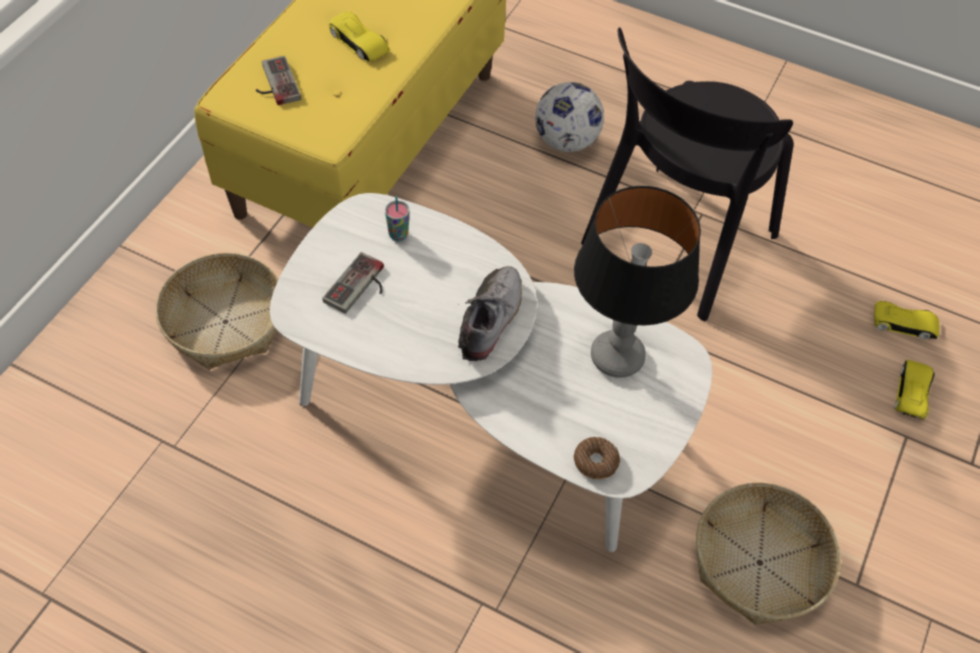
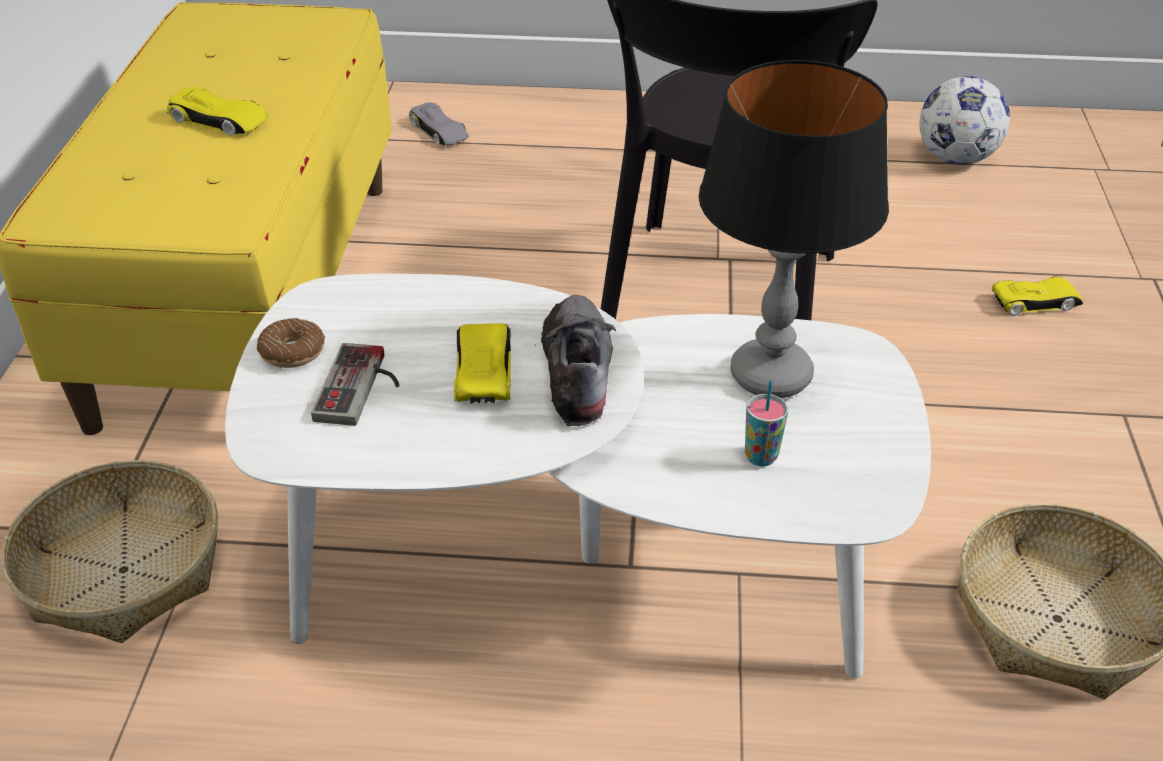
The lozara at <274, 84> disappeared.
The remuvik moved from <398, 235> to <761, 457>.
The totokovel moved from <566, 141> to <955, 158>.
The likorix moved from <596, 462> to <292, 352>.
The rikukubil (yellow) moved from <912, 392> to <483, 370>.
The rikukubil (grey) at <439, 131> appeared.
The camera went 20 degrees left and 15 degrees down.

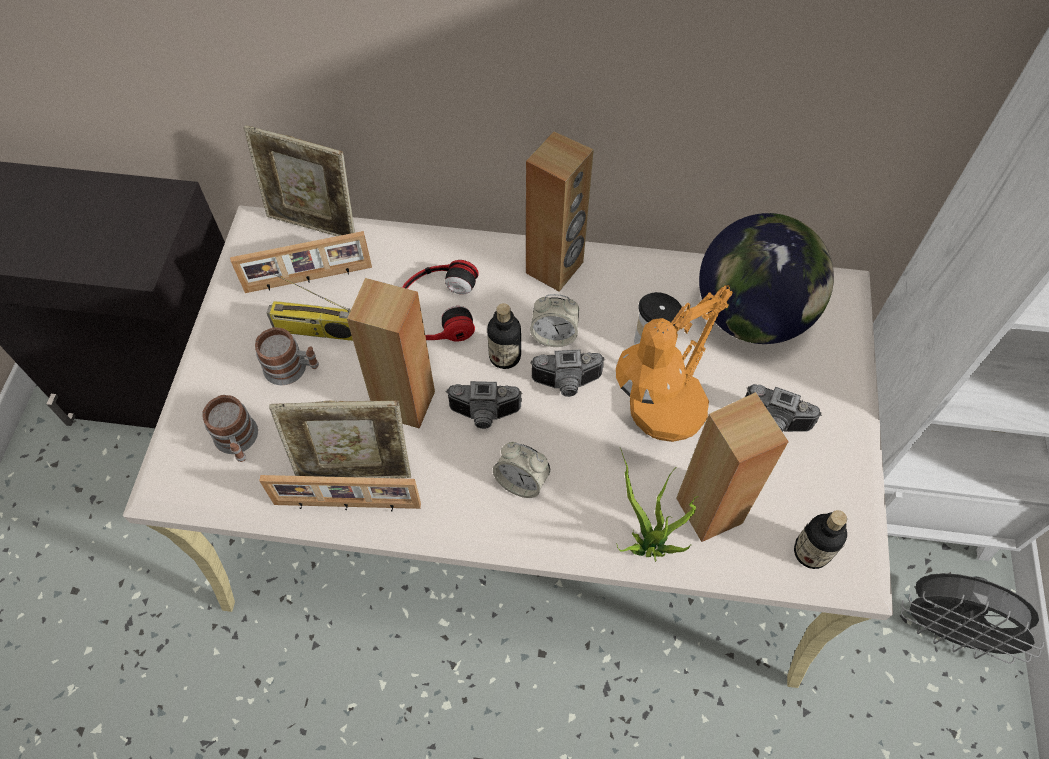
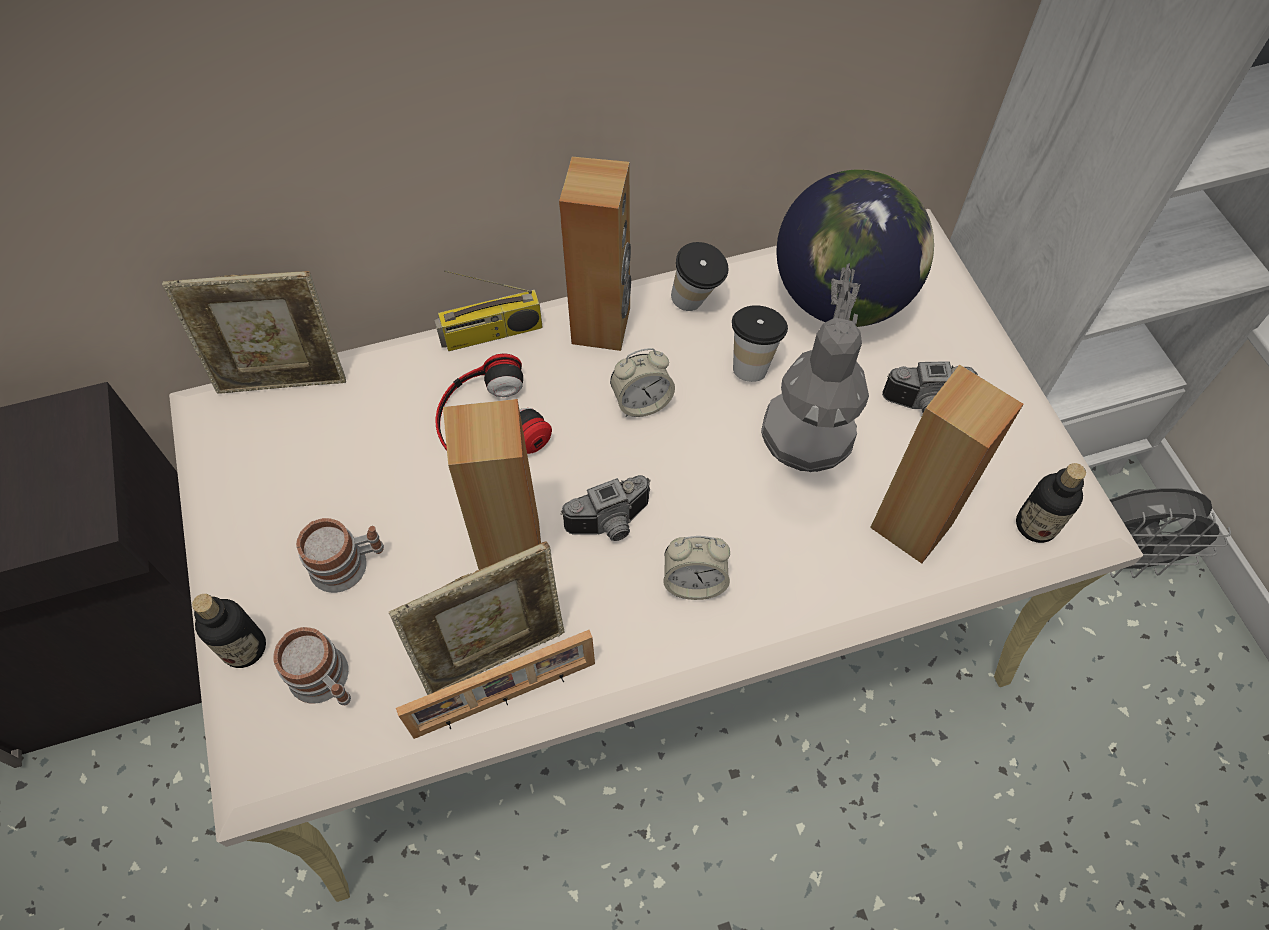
The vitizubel at <309, 279> disappeared.
The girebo moved from <315, 331> to <491, 334>.
The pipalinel moved from <505, 356> to <244, 647>.
The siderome at <567, 385> disappeared.
The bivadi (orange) at <657, 419> became the bivadi (grey) at <804, 449>.
The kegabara at <647, 547> disappeared.
The remuvik at <697, 303> appeared.
The camera went 25 degrees left and 0 degrees up.

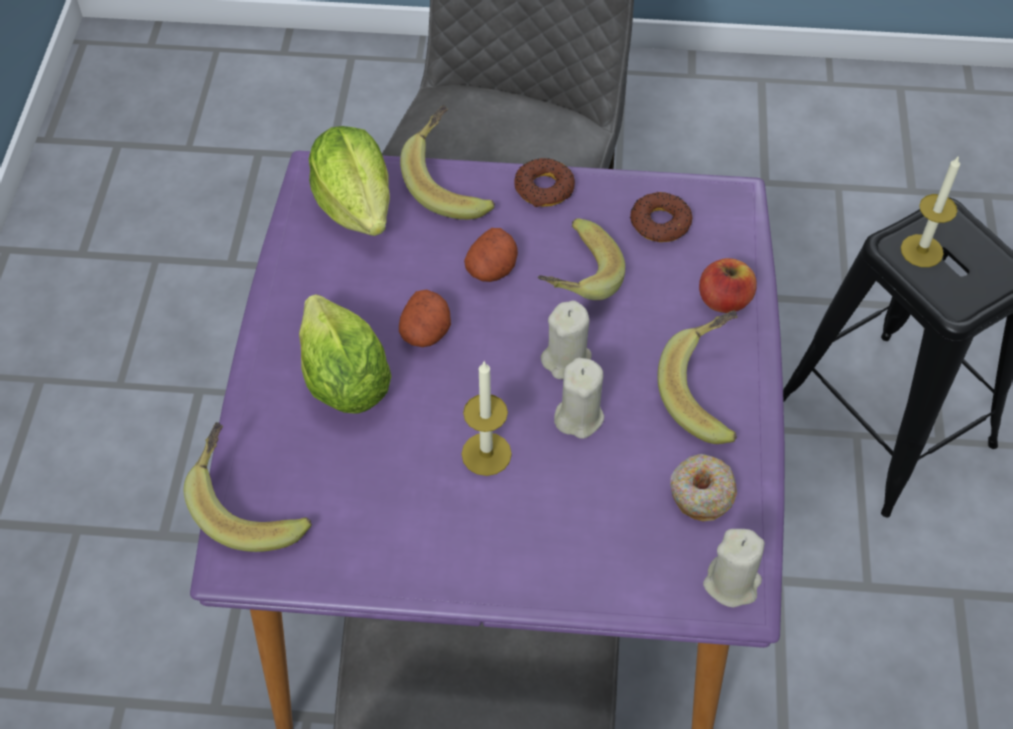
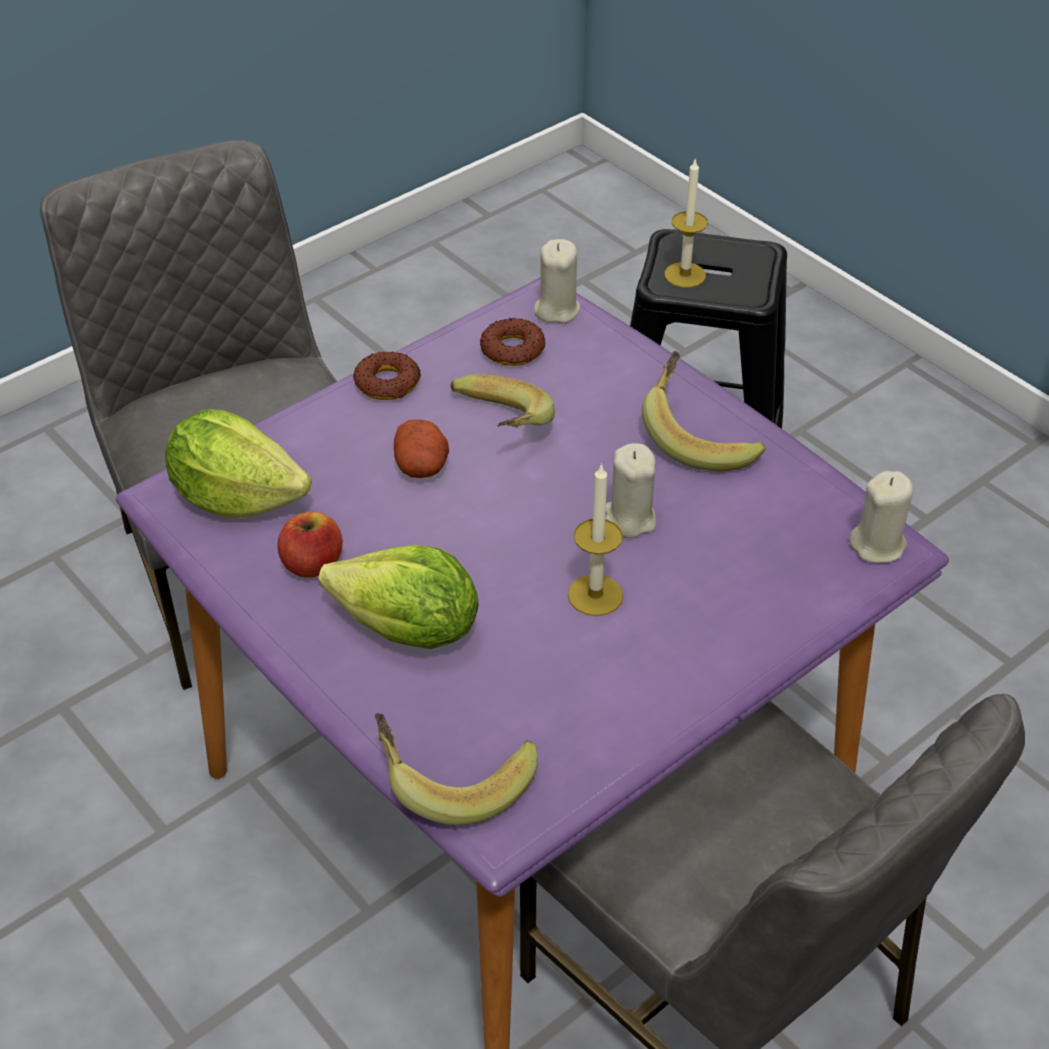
The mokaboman at <426, 332> disappeared.
The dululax at <452, 182> disappeared.
The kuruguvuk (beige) moved from <566, 360> to <556, 309>.
The likorix at <701, 493> disappeared.
The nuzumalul moved from <724, 300> to <312, 564>.
The camera went 45 degrees left and 10 degrees down.

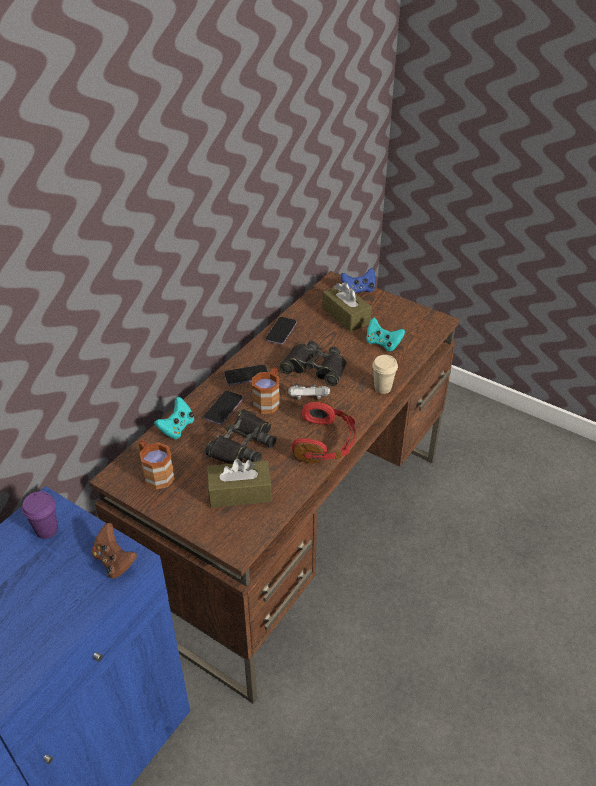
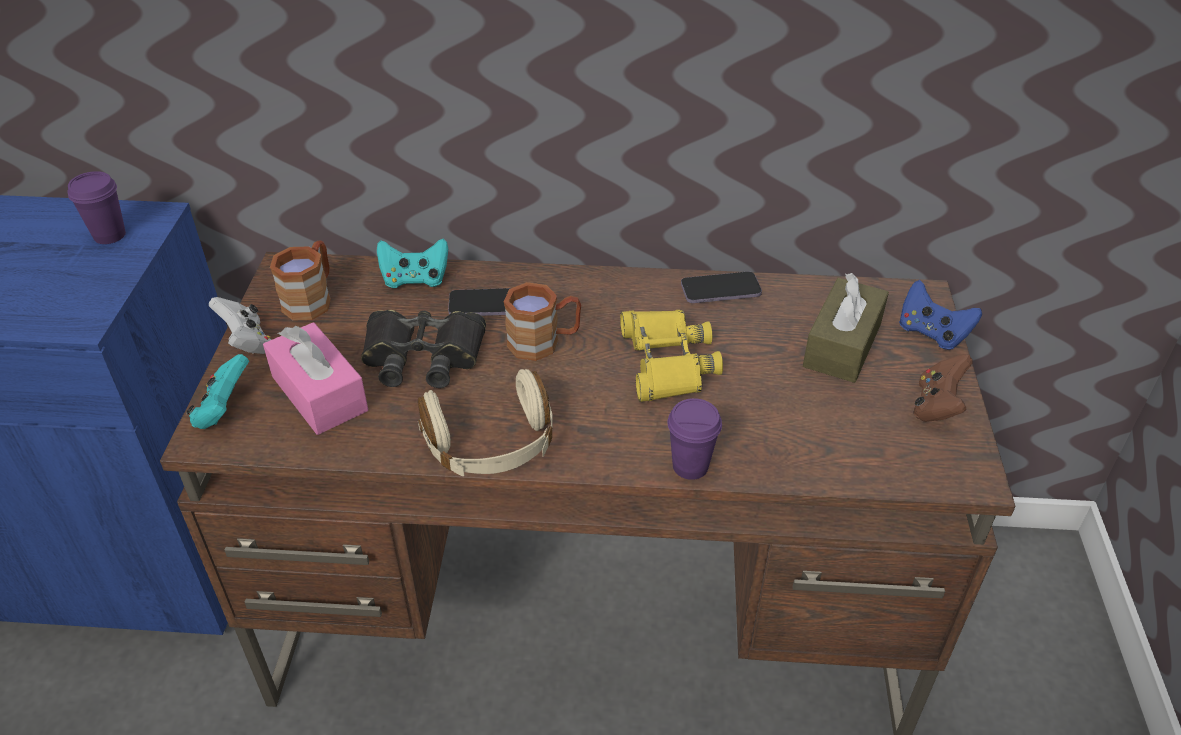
The lozara (brown) moved from <114, 561> to <936, 406>.
The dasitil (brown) at <240, 492> became the dasitil (pink) at <319, 393>.
The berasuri at <246, 376> disappeared.
The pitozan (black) at <315, 368> became the pitozan (yellow) at <666, 362>.
The lozara (white) moved from <308, 400> to <247, 343>.
The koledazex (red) at <325, 442> became the koledazex (beige) at <491, 445>.
The lozara (turquoise) moved from <383, 343> to <223, 410>.
The remuvik (beige) at <382, 388> became the remuvik (purple) at <690, 466>.
The camera went 60 degrees right and 0 degrees up.

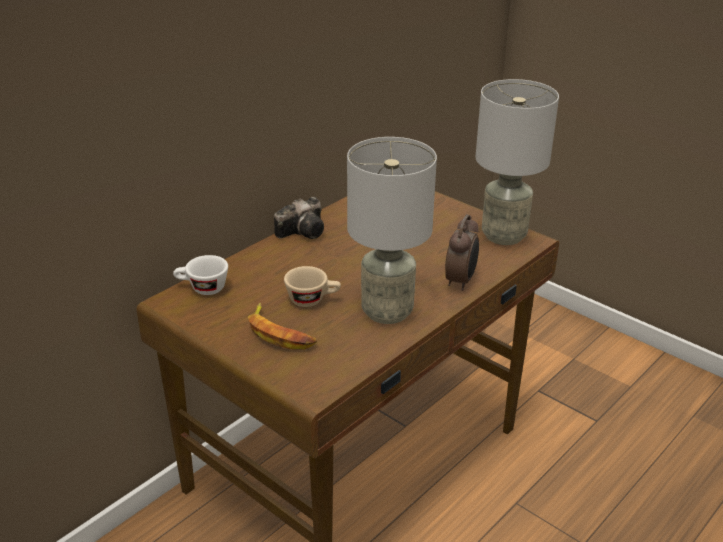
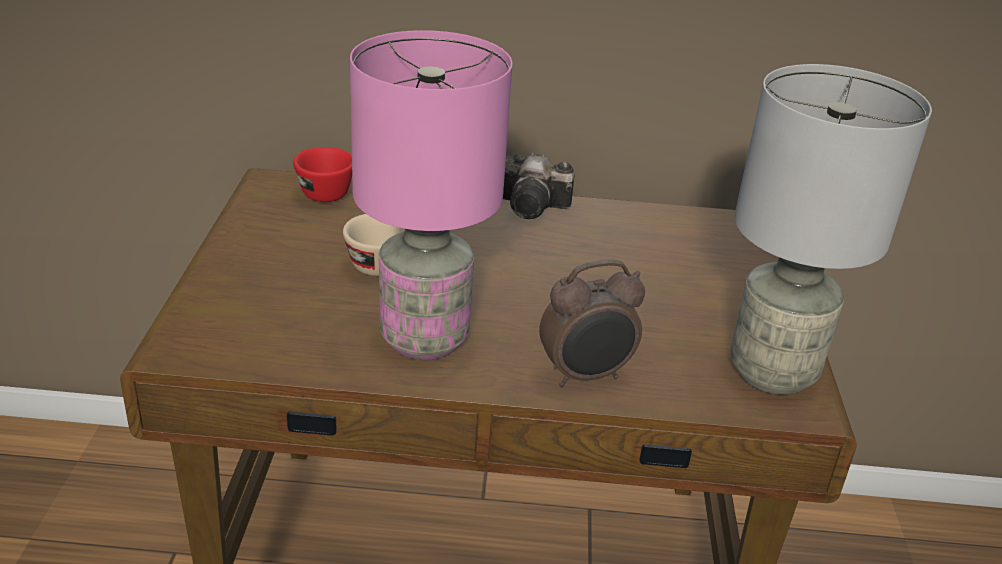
The remuvik (white) at <202, 288> became the remuvik (red) at <320, 191>.
The dululax at <280, 333> disappeared.
The bivadi (grey) at <387, 312> became the bivadi (pink) at <423, 340>.
The camera went 50 degrees right and 0 degrees up.

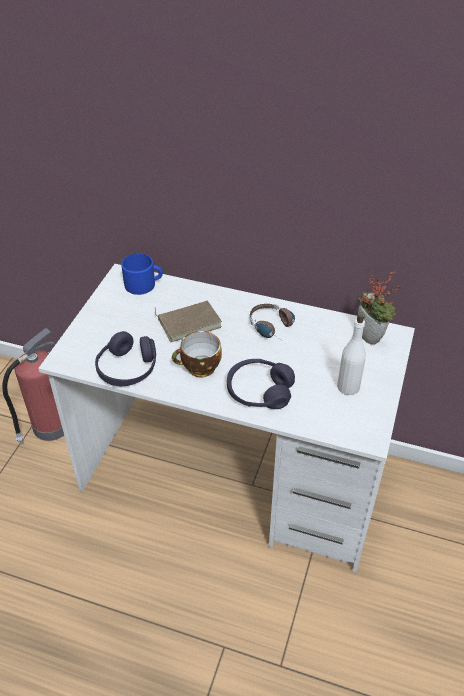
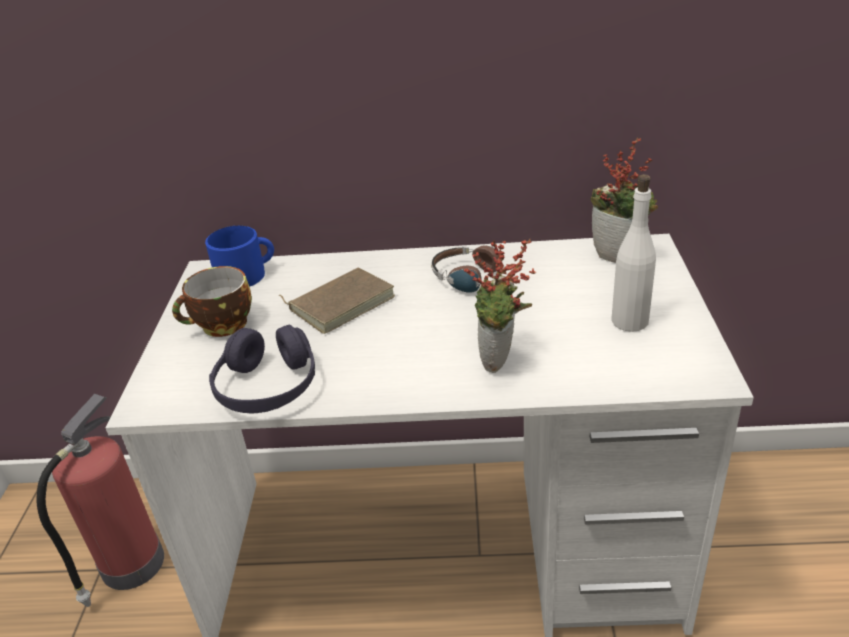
The remuvik moved from <199, 368> to <222, 326>.
The koledazex (purple) at <259, 391> was replaced by the kegabara at <501, 362>.
The camera went 15 degrees left and 10 degrees down.

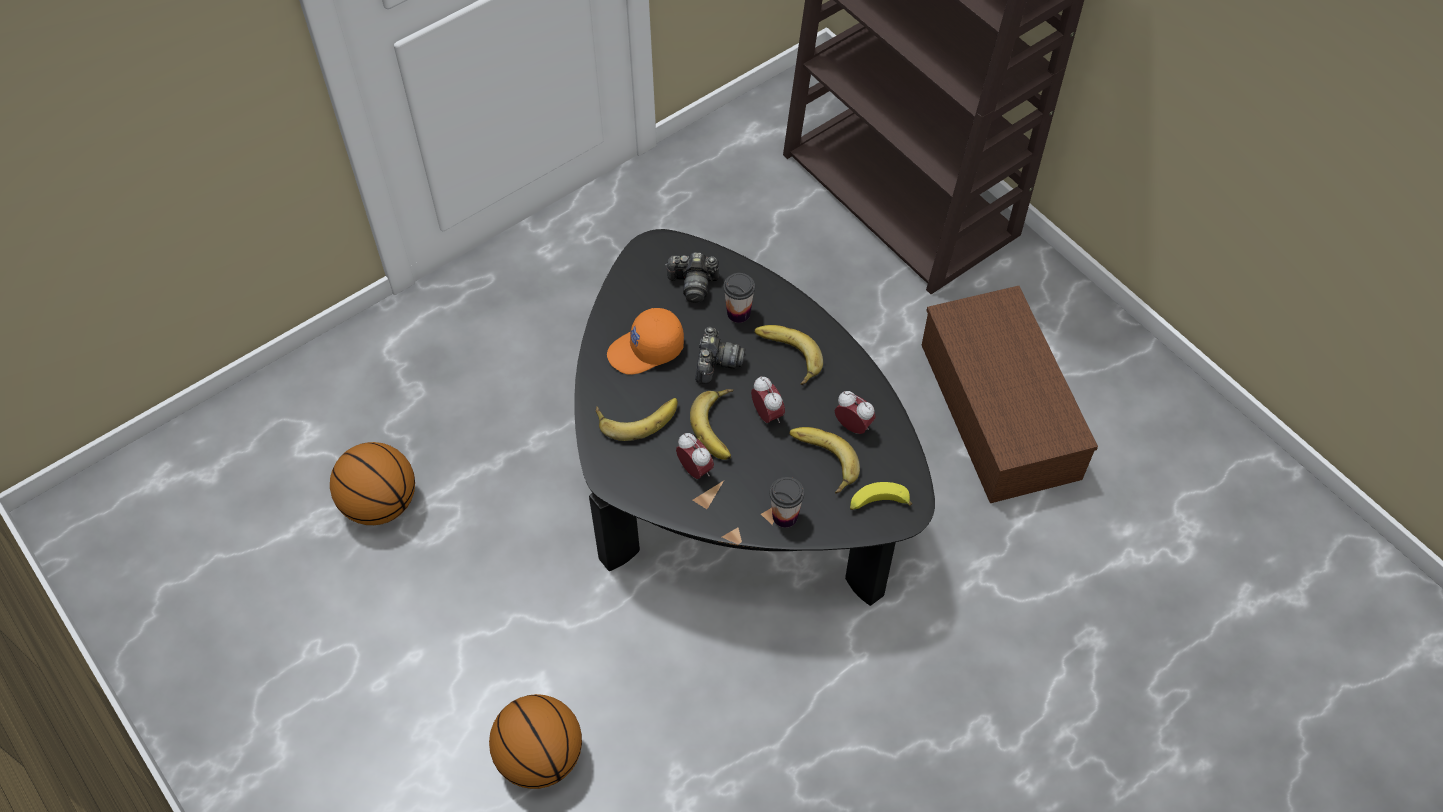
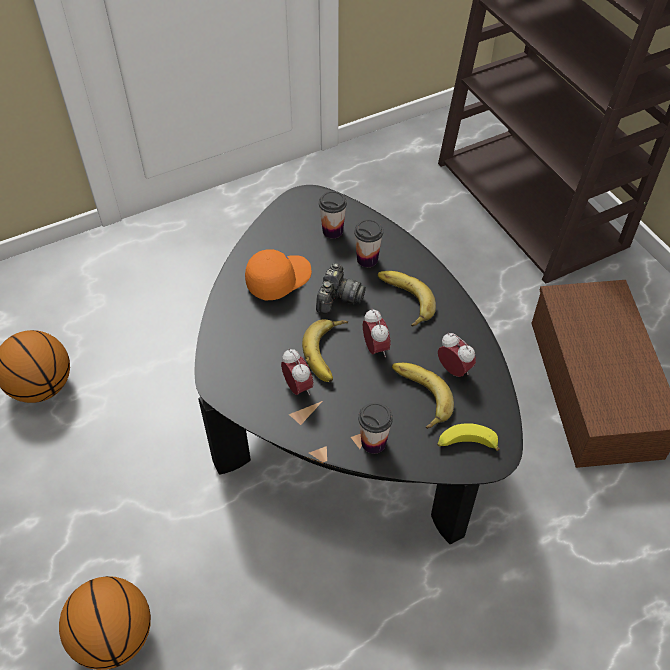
The dululax at <637, 416> disappeared.
The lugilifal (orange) at <646, 350> turned 150 degrees clockwise.
The siderome at <693, 284> was replaced by the remuvik at <332, 231>.
The camera went 10 degrees right and 5 degrees down.

